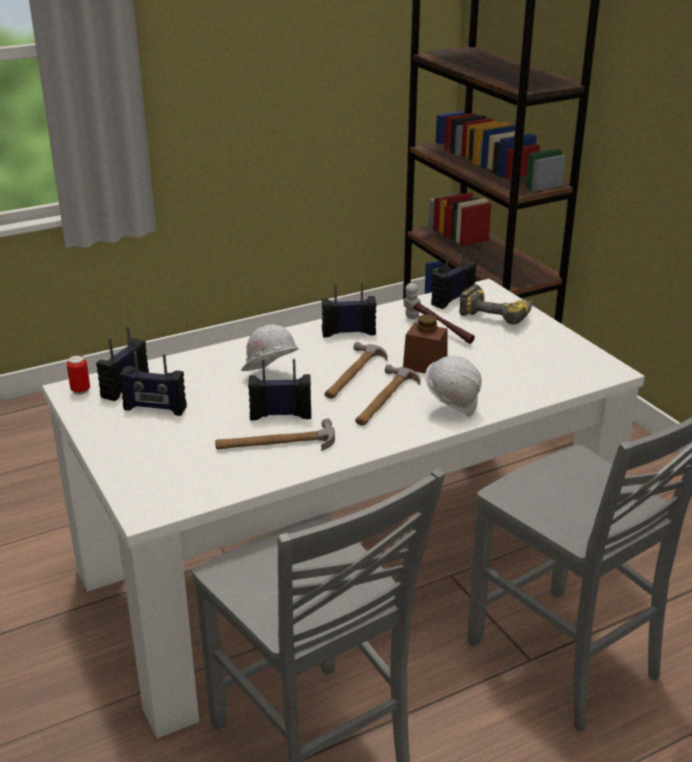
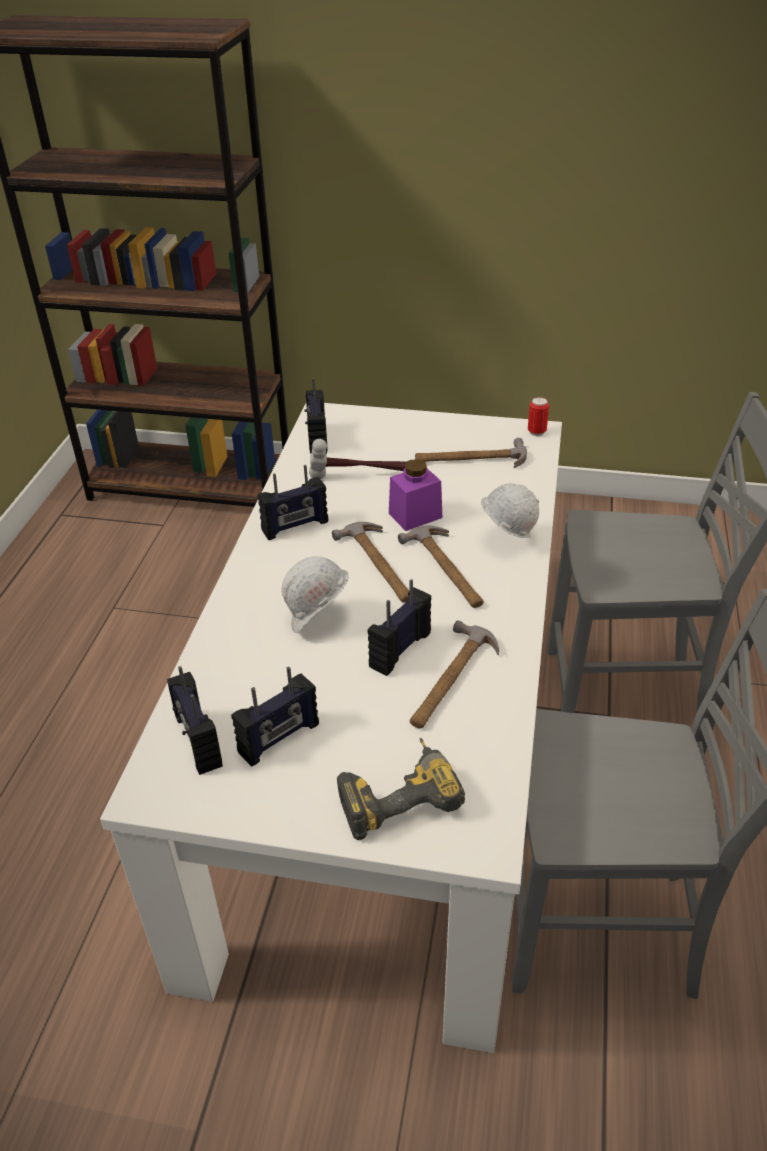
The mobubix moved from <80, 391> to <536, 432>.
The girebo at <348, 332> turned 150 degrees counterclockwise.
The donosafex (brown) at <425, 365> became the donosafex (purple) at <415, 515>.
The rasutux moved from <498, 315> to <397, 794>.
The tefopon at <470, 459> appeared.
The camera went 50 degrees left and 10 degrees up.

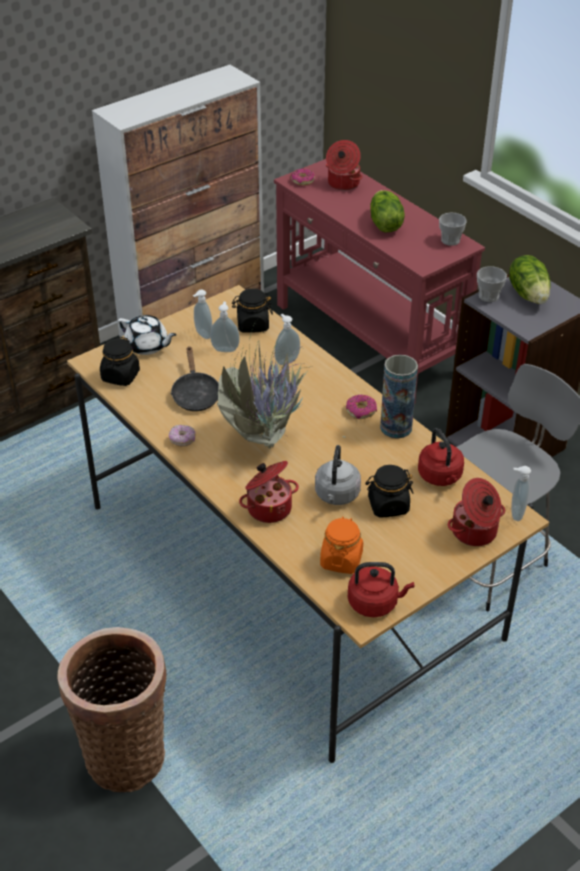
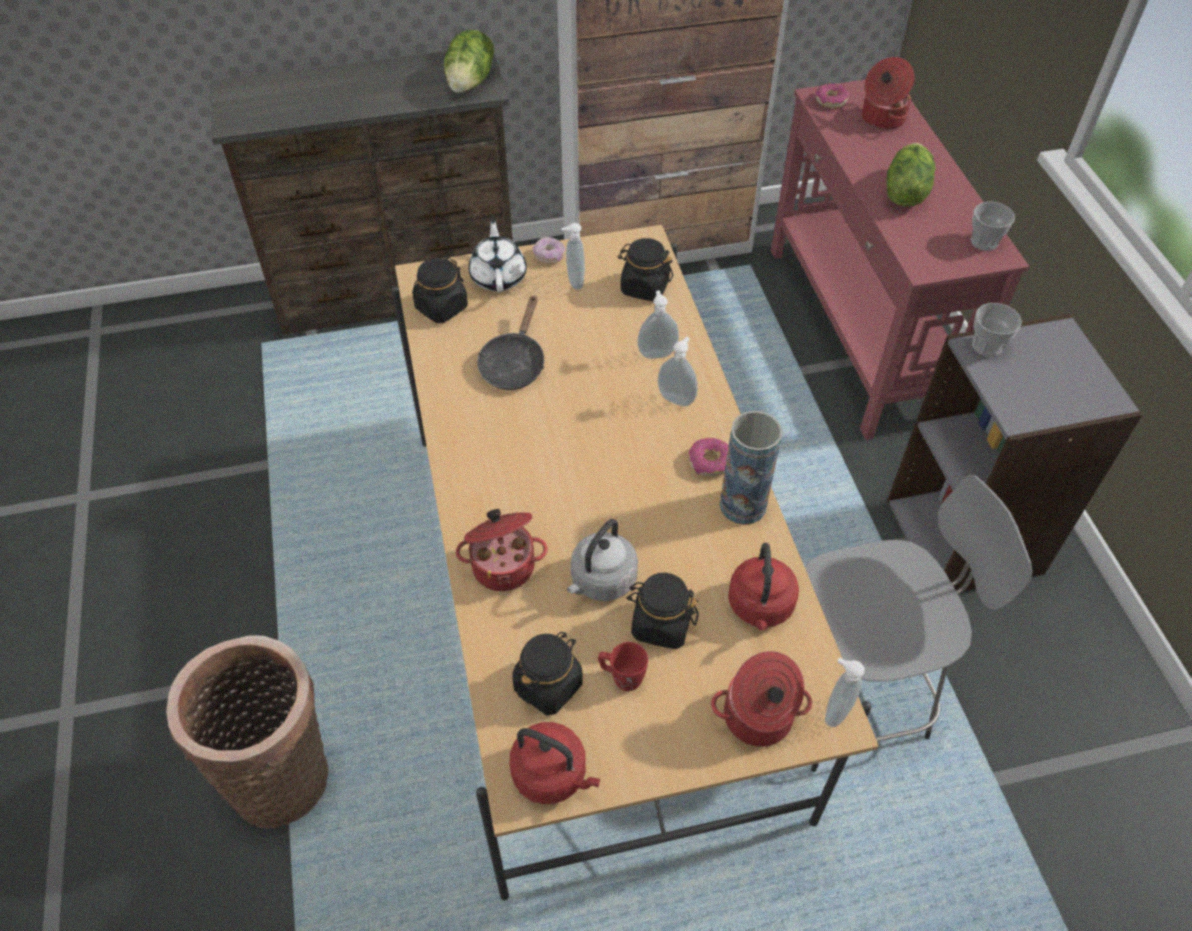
The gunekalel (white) at <147, 346> turned 150 degrees counterclockwise.
The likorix moved from <182, 440> to <549, 256>.
The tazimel moved from <225, 349> to <677, 398>.
The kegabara at <266, 440> disappeared.
The donosafex (orange) at <341, 560> became the donosafex (black) at <548, 685>.
The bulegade moved from <529, 294> to <471, 82>.
The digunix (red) at <621, 677> appeared.
The camera went 25 degrees right and 10 degrees up.

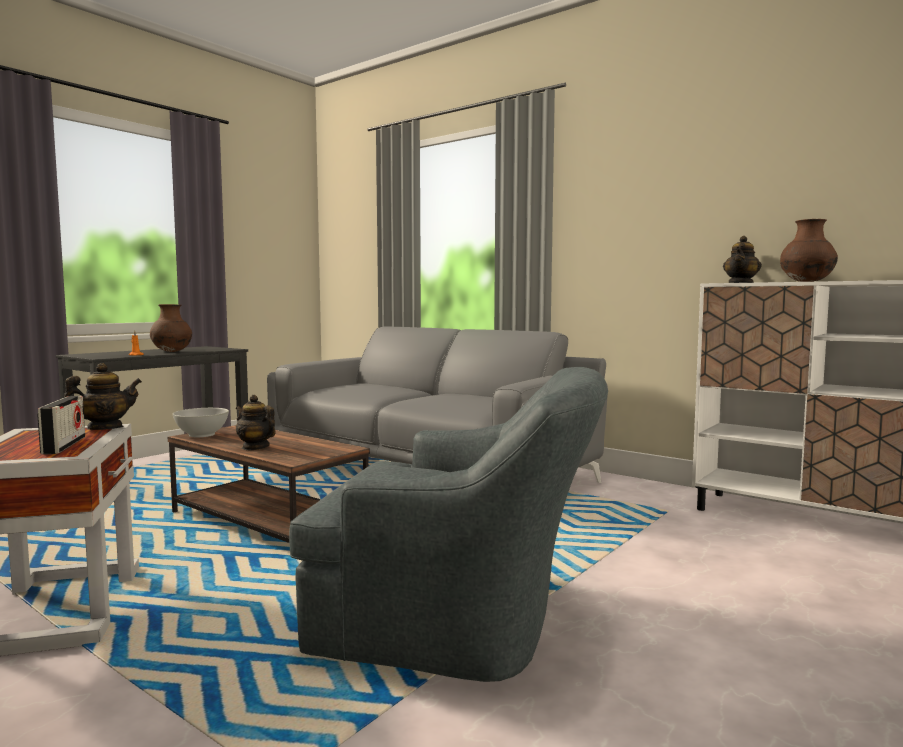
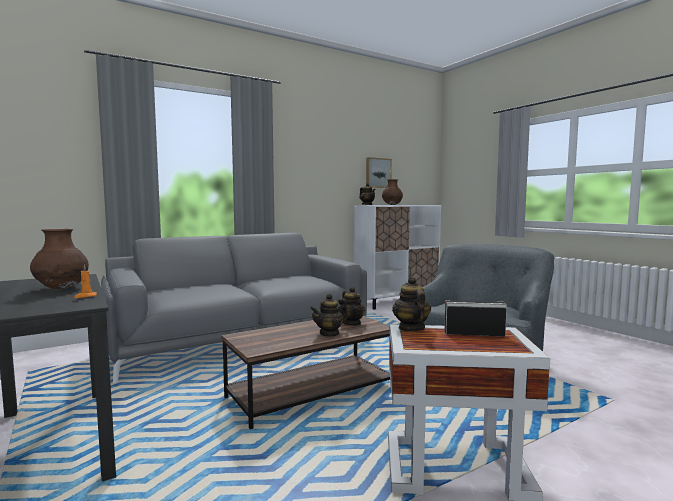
The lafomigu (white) at <202, 435> disappeared.
The gunekalel at <352, 323> appeared.
The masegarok at <377, 173> appeared.
The camera went 70 degrees left and 0 degrees up.

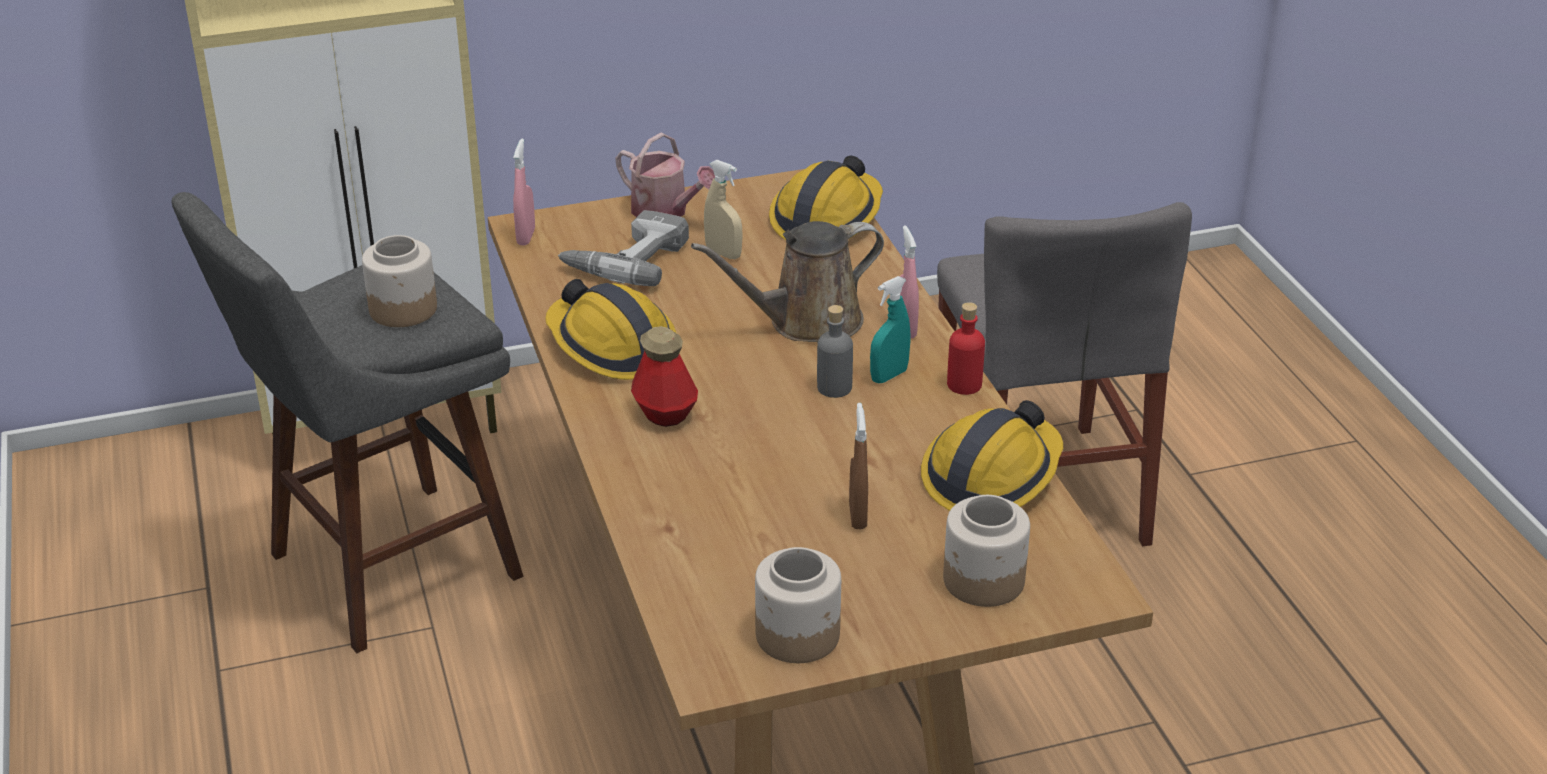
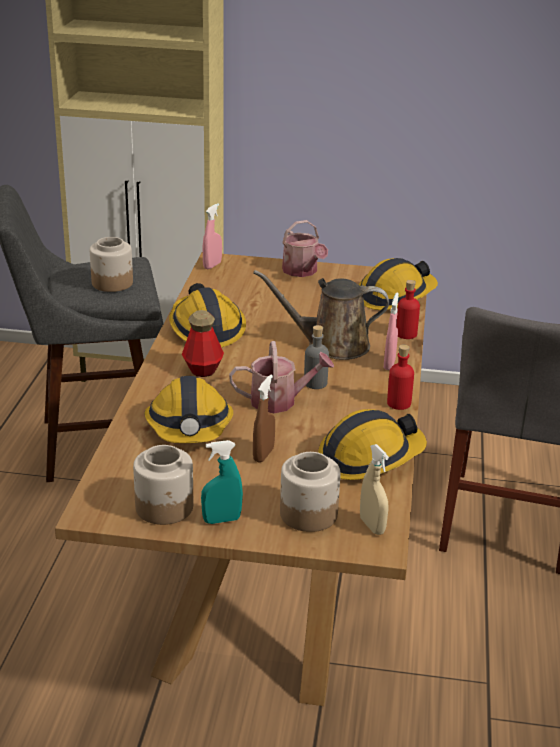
The rasutux at <626, 259> disappeared.
The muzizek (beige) moved from <723, 253> to <372, 526>.
The muzizek (turquoise) moved from <889, 376> to <221, 520>.
The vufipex at <189, 427> appeared.
The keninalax at <279, 401> appeared.
The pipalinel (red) at <406, 334> appeared.
The camera went 25 degrees right and 5 degrees down.

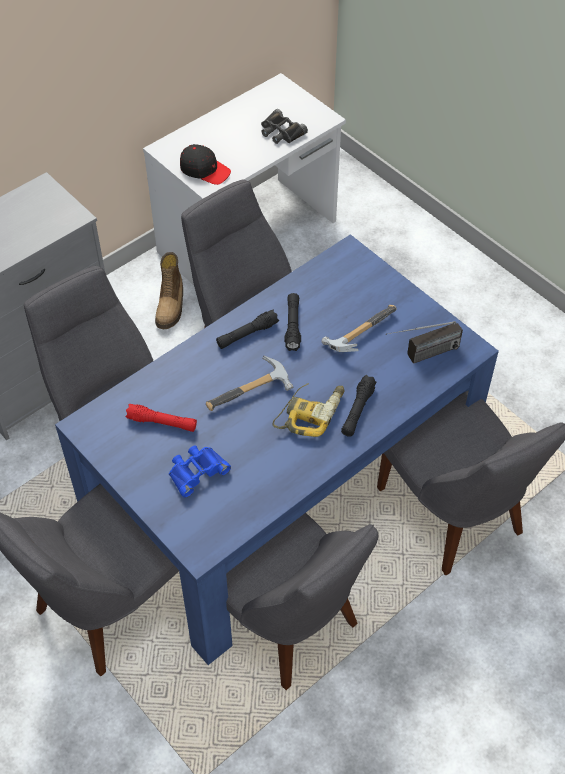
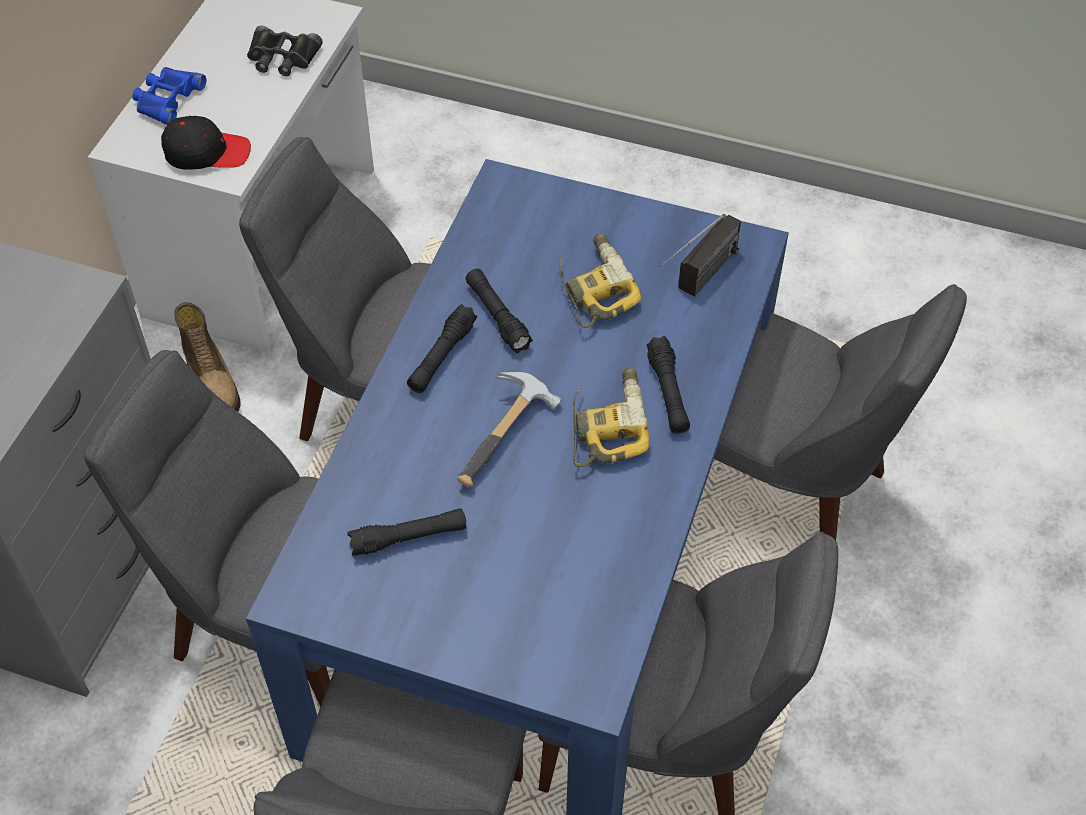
The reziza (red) at <162, 423> became the reziza (black) at <408, 538>.
The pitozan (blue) moved from <196, 471> to <167, 99>.
The tefopon at <358, 333> was replaced by the rasutux at <593, 288>.
The camera went 30 degrees left and 0 degrees up.

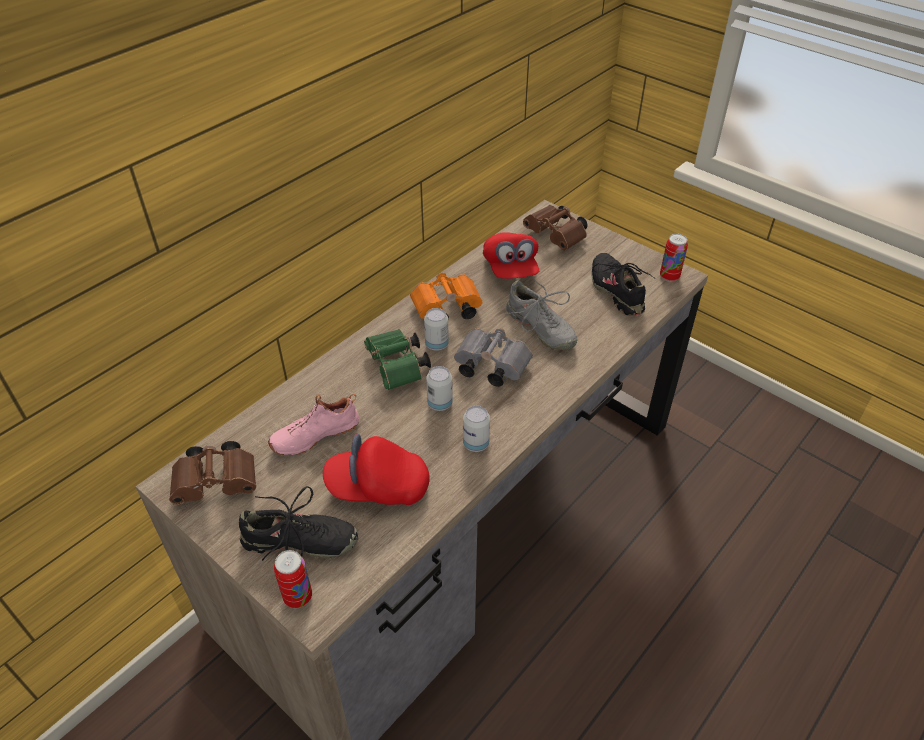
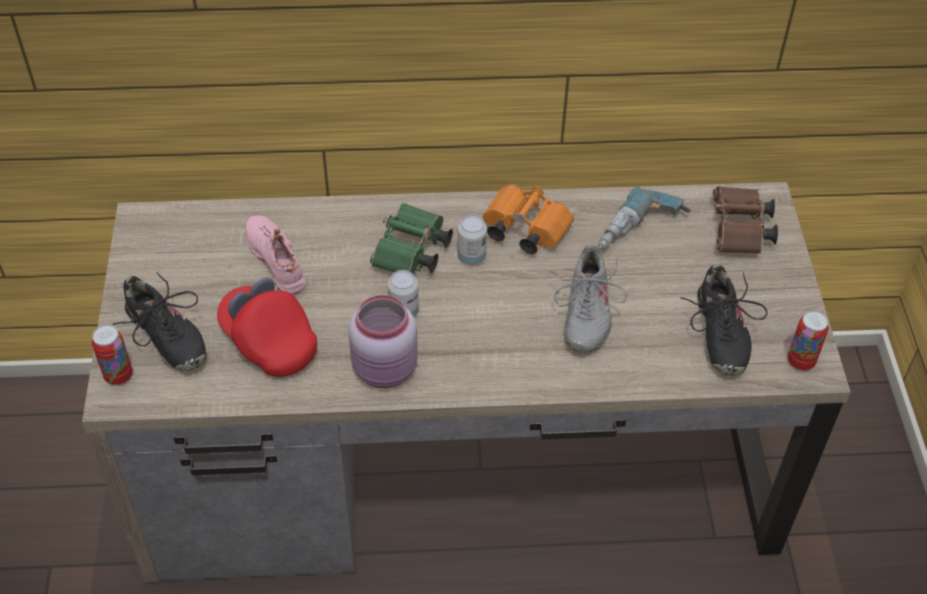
The pitozan (brown) at <219, 483> disappeared.
The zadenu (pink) at <315, 434> turned 45 degrees clockwise.
The pitozan (grey) at <489, 367> disappeared.
The mobubix at <476, 444> was replaced by the donosafex (pink) at <386, 370>.
The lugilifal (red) at <510, 269> was replaced by the rasutux at <641, 232>.
The zadenu (black) at <617, 291> turned 150 degrees clockwise.
The camera went 45 degrees right and 5 degrees up.

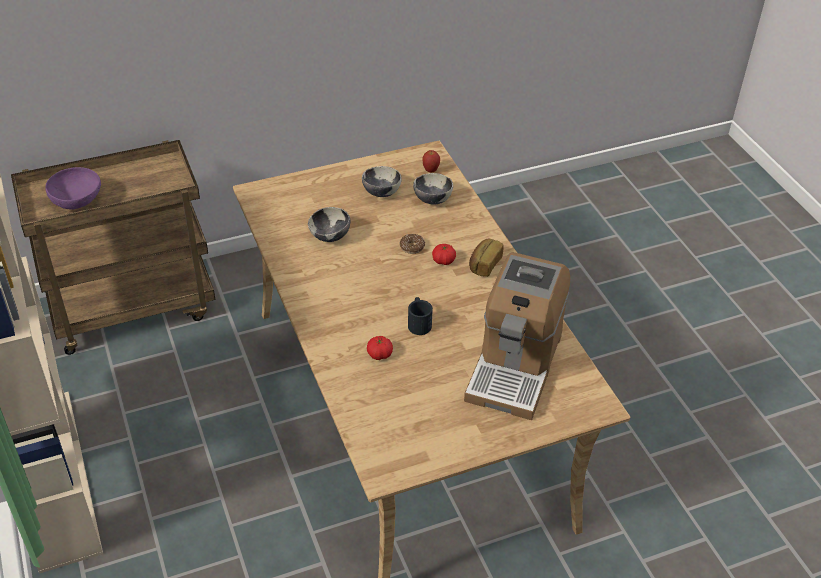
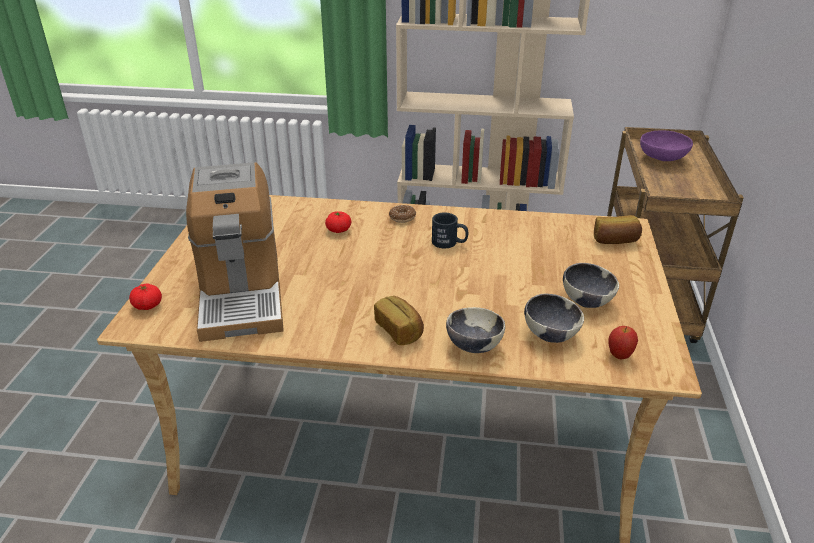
The lafomigu moved from <330, 237> to <473, 346>.
The likorix moved from <412, 247> to <402, 218>.
The digunix (black) moved from <418, 322> to <449, 243>.
The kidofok moved from <443, 260> to <147, 305>.
The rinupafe at <515, 366> turned 150 degrees counterclockwise.
The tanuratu at <615, 240> appeared.
The camera went 120 degrees right and 10 degrees down.

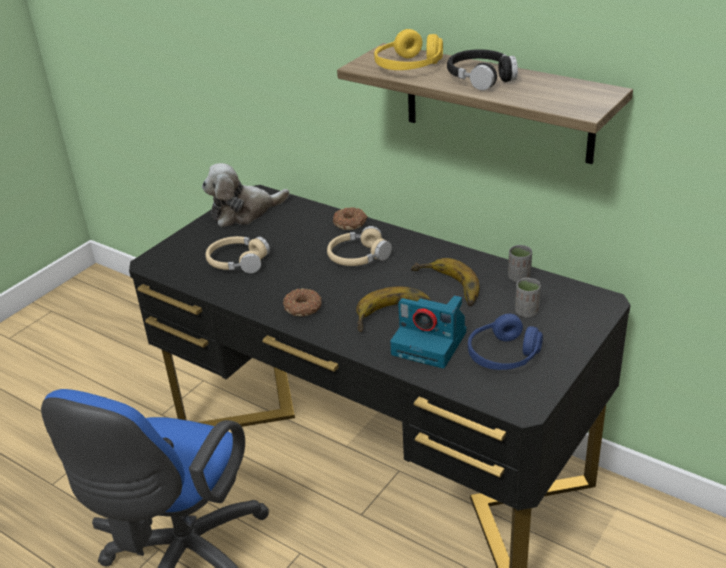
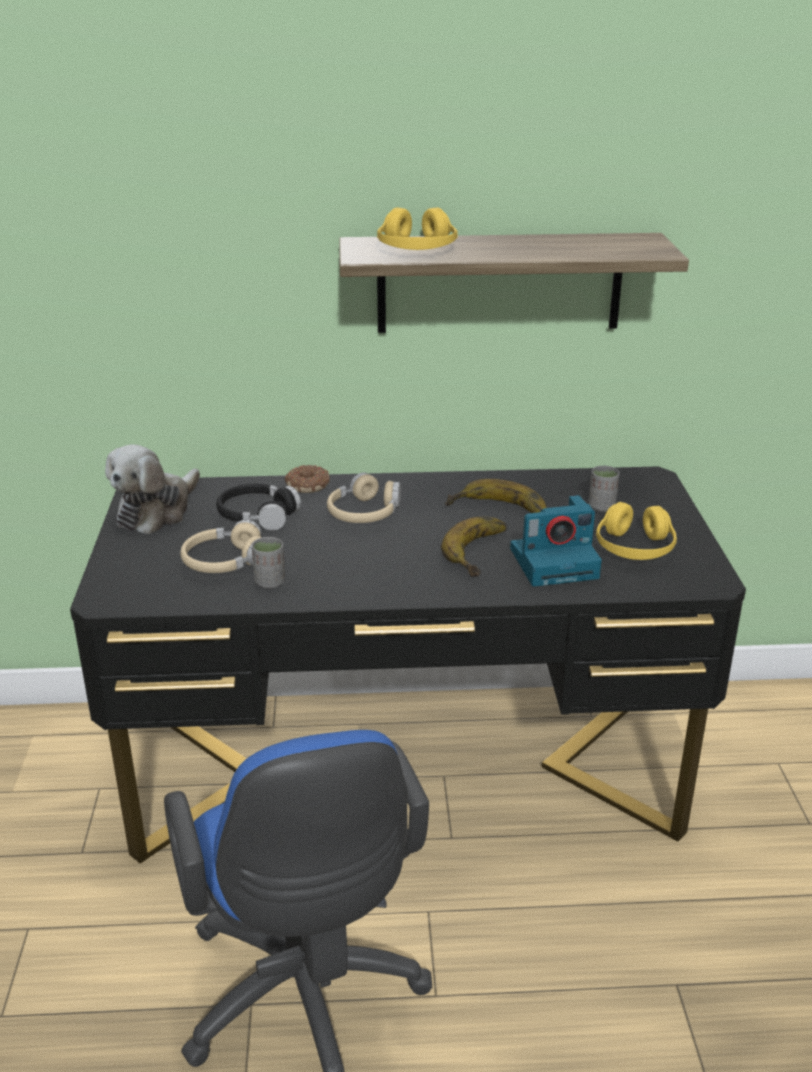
The likorix at <303, 308> disappeared.
The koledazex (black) moved from <481, 78> to <257, 516>.
The koledazex (blue) at <503, 355> became the koledazex (yellow) at <634, 548>.
The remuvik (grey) moved from <519, 278> to <270, 582>.
The camera went 40 degrees left and 5 degrees down.

